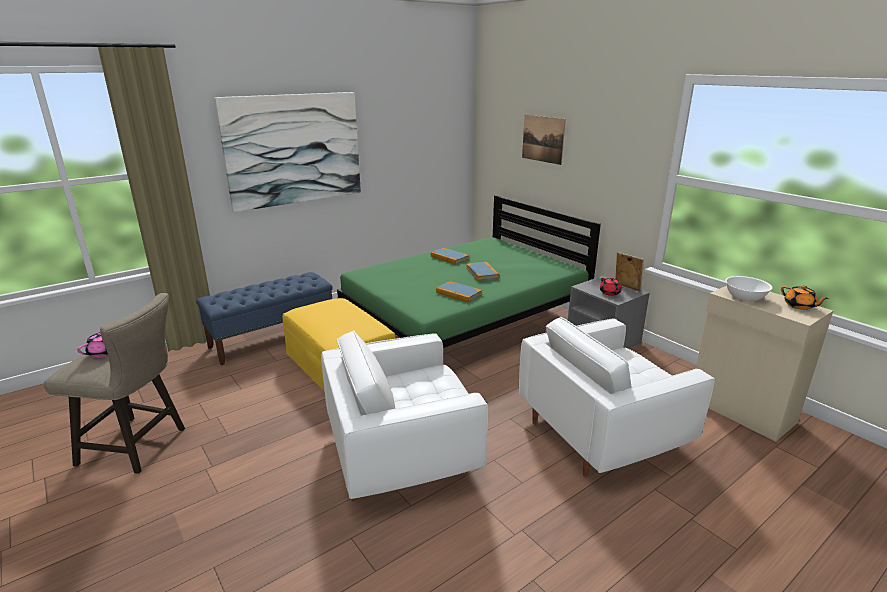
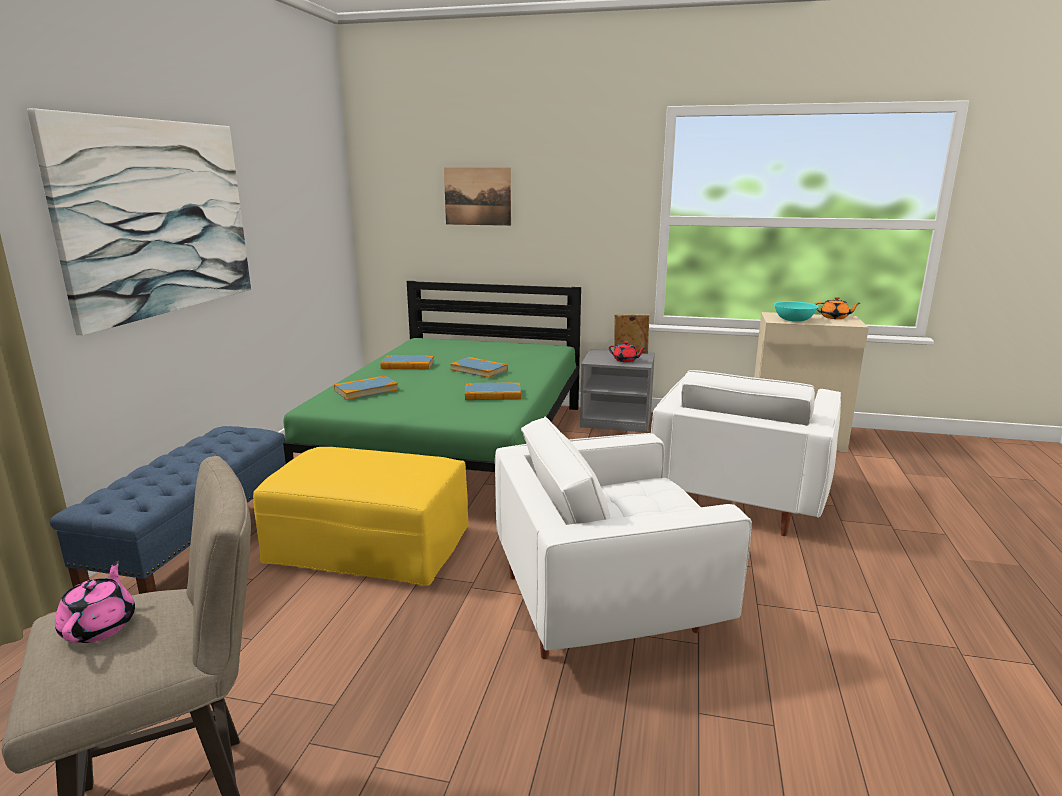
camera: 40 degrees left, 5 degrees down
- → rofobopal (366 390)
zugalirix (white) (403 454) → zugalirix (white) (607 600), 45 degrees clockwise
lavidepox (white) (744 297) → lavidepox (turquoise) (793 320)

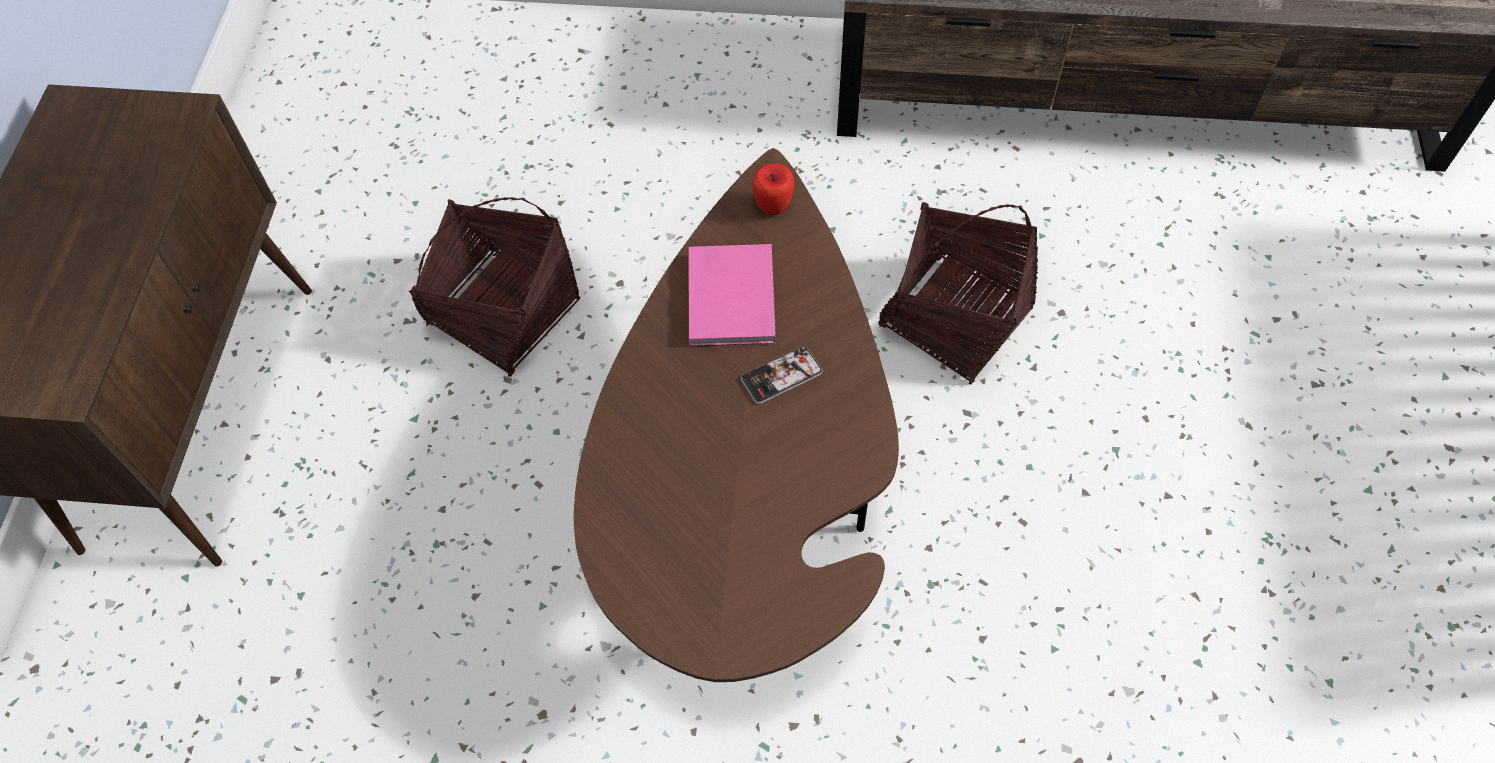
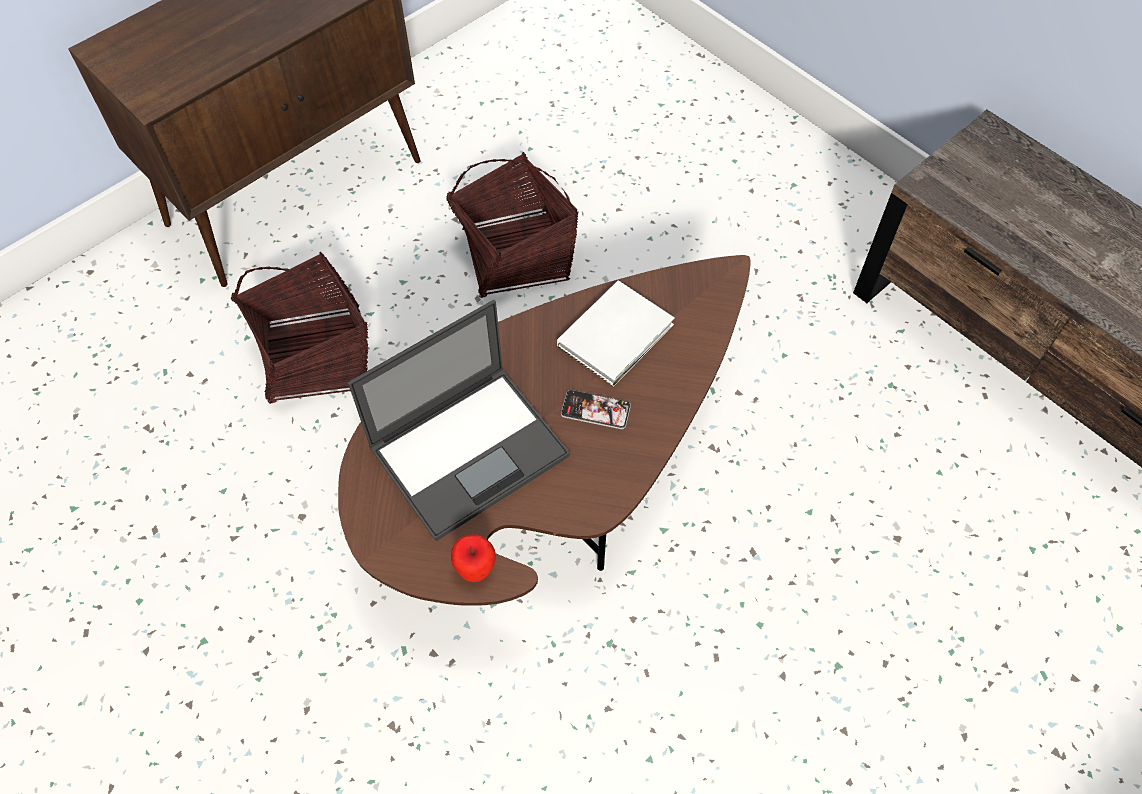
camera: 40 degrees right, 0 degrees up
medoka (954 319) → medoka (315 357), shifted
- → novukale (471 450)
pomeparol (773 206) → pomeparol (475 570), shifted
rofobopal (pink) (733 295) → rofobopal (white) (618 334)

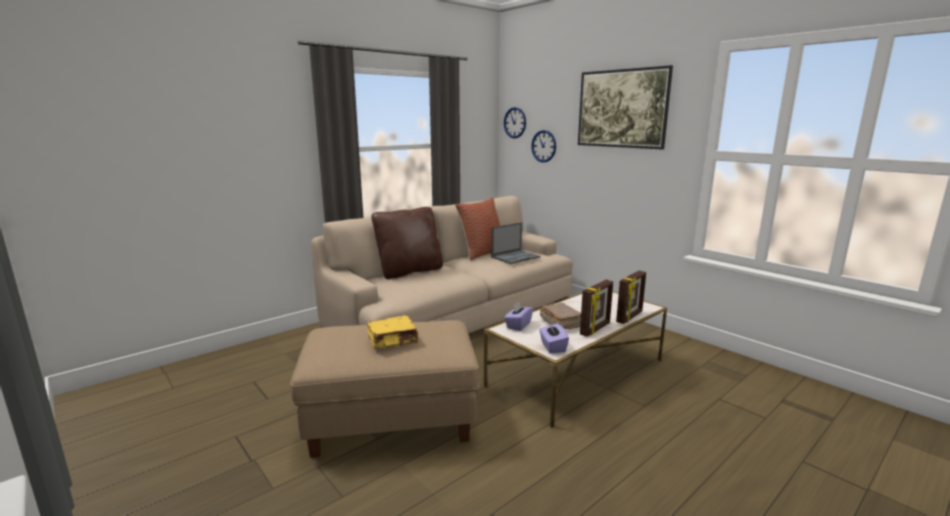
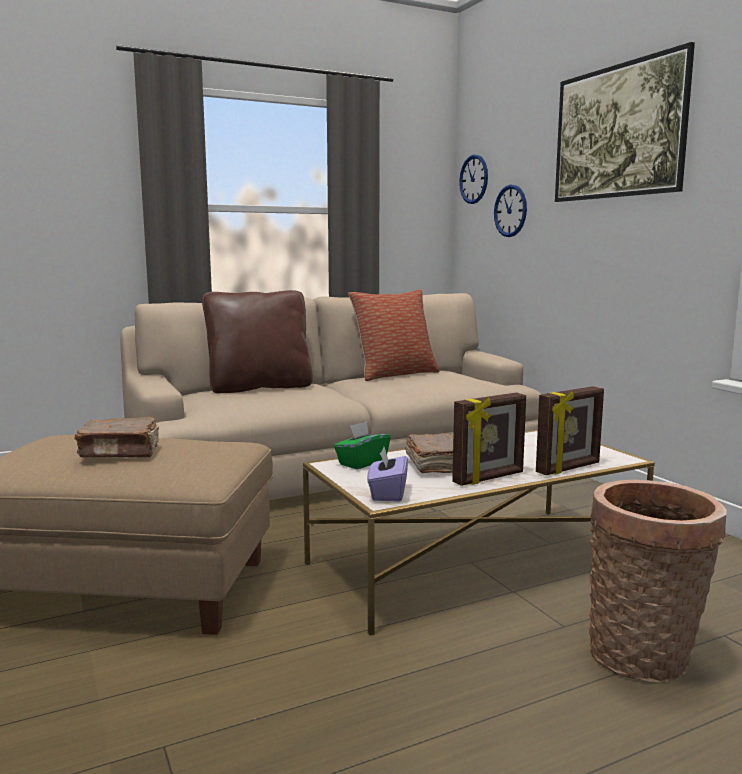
camera: 15 degrees right, 5 degrees down
rofobopal (yellow) (393 340) → rofobopal (brown) (120 452)
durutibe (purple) (518 325) → durutibe (green) (362 463)
- → medoka (644 658)
novukale (516 257) → -

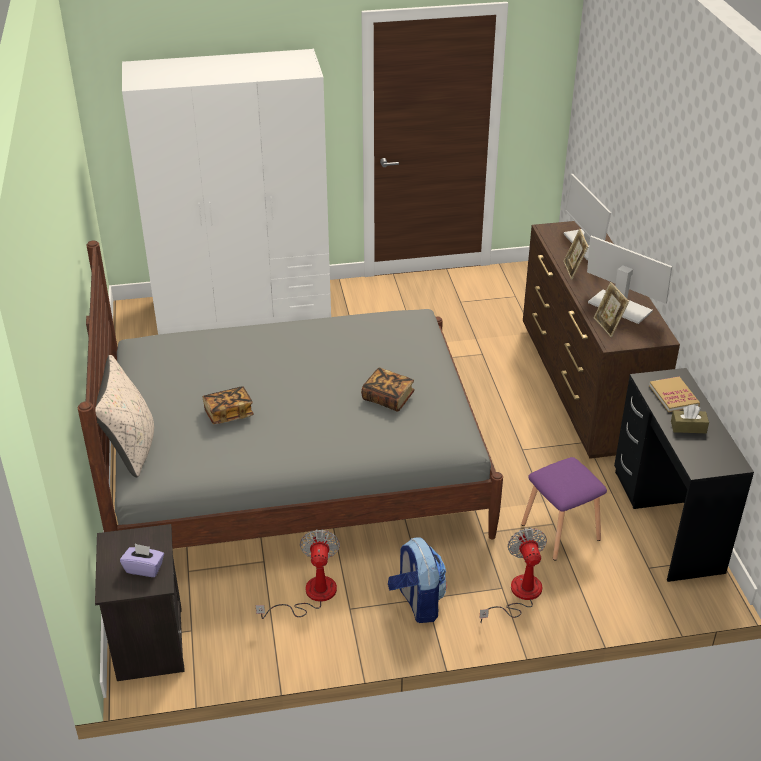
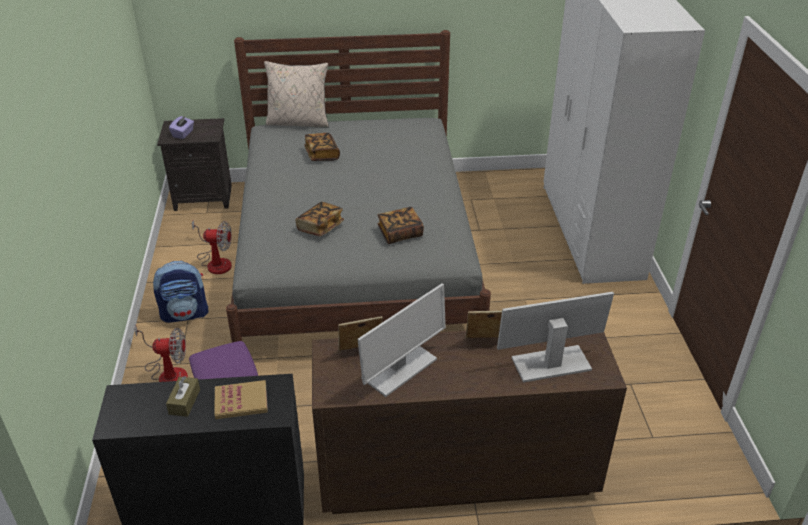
camera: 95 degrees right, 0 degrees up
- → rofobopal (400 233)

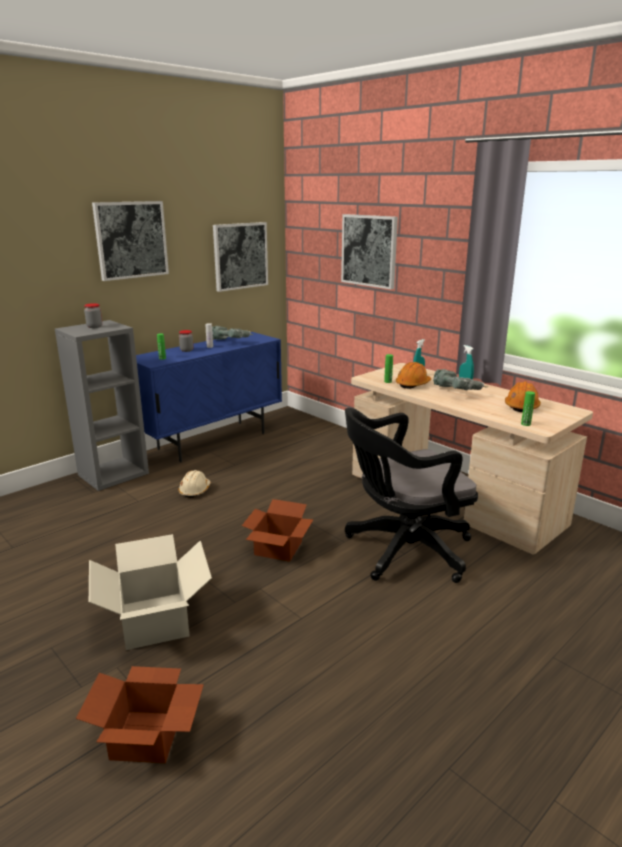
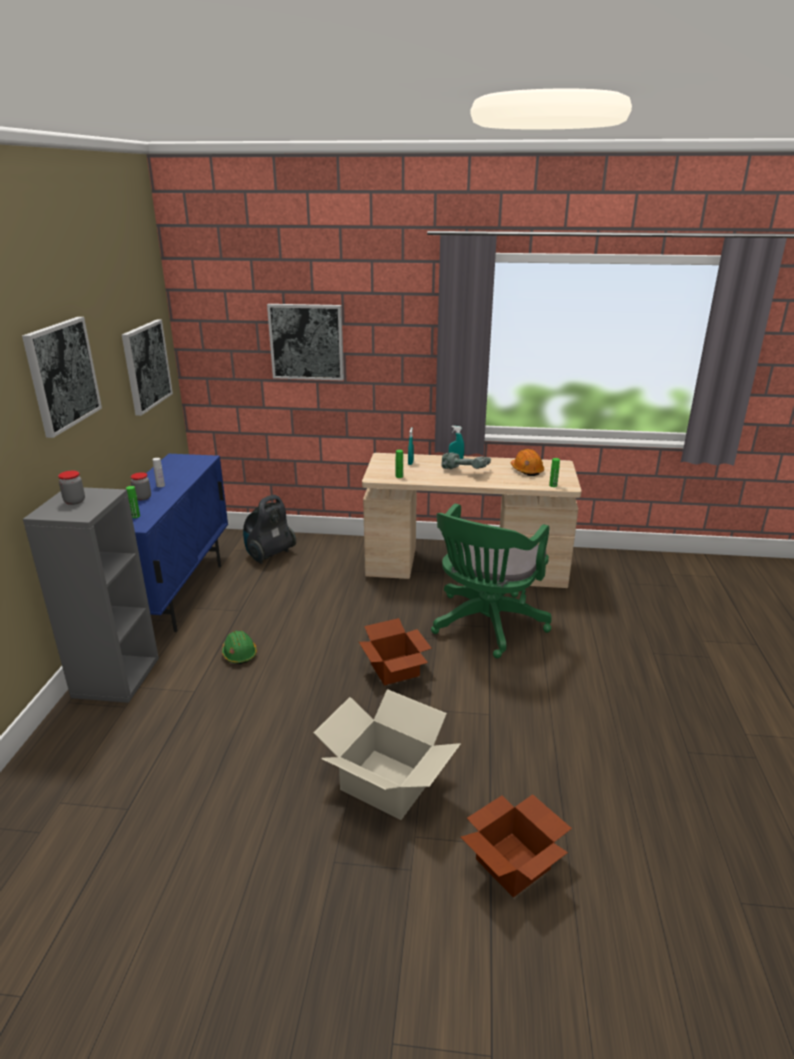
camera: 40 degrees left, 5 degrees up
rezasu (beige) (195 490) → rezasu (green) (239 654)
- → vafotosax (269 555)
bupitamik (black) (402 551) → bupitamik (green) (485 625)
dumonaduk (231 342) → -
rezasu (orange) (413 384) → -

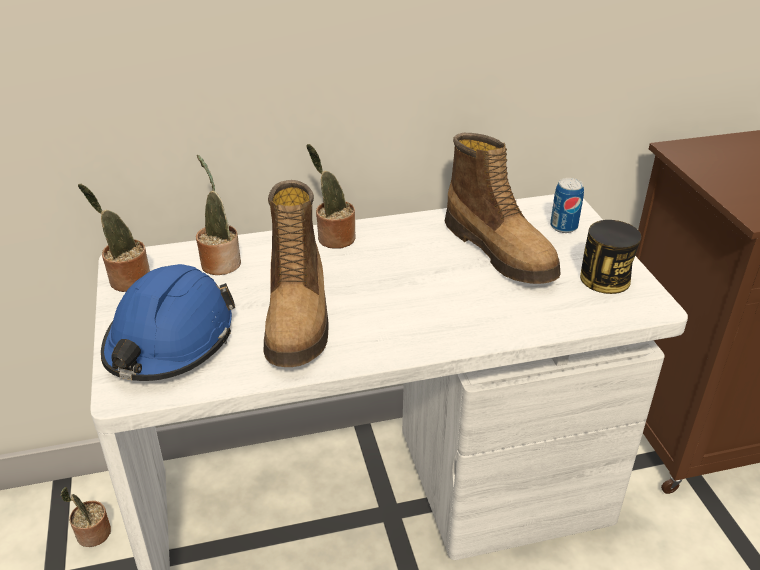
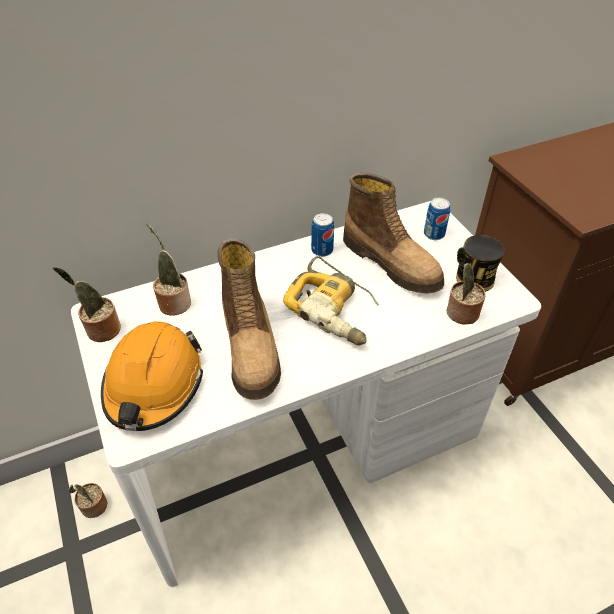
camera: 10 degrees left, 10 degrees up
rezasu (blue) (170 341) → rezasu (orange) (154 385)
- → dumonaduk (334 309)
- → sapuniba (322 250)
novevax (333 238) → novevax (460 313), shifted

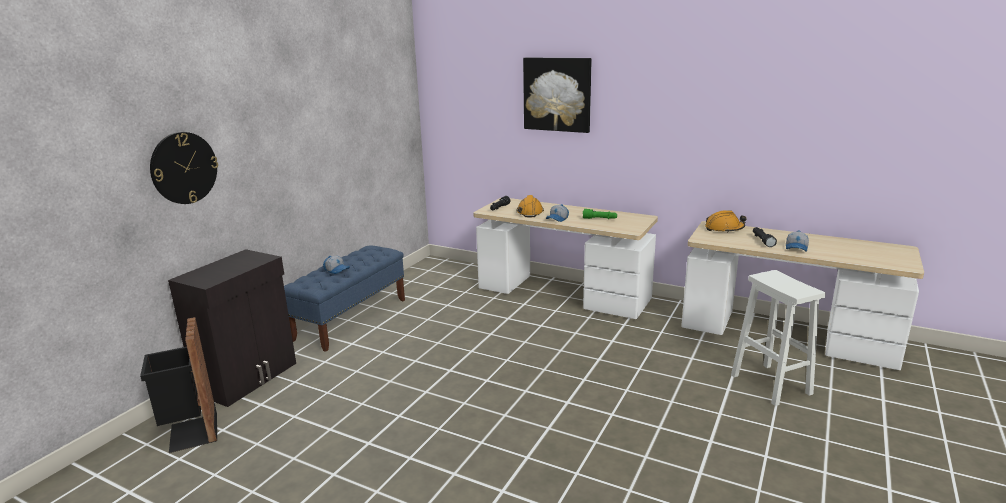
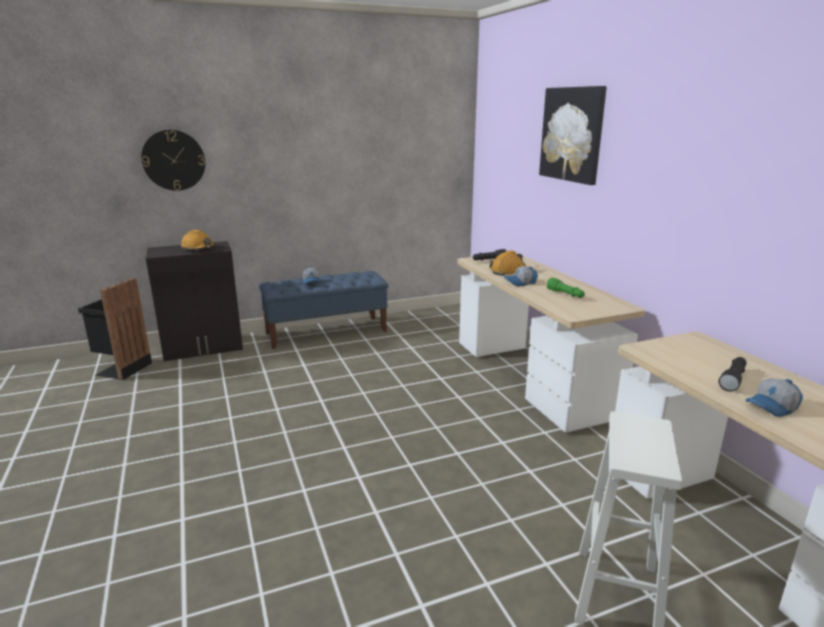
camera: 40 degrees right, 0 degrees up
rezasu (orange) (724 229) → rezasu (orange) (198 248), shifted

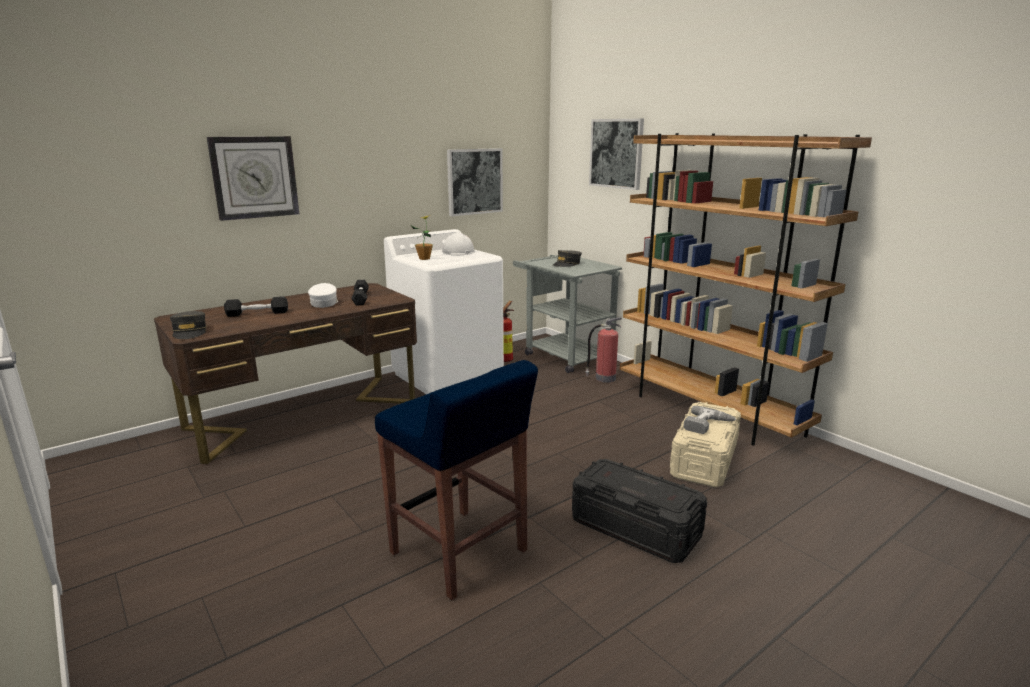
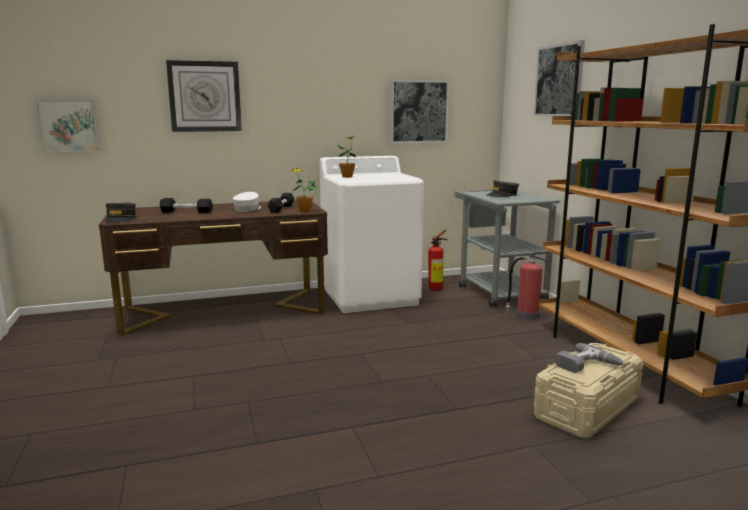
camera: 20 degrees right, 5 degrees down
- → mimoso (69 126)
- → novevax (304 211)
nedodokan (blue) (460 553) → -
rezasu (white) (458 252) → -
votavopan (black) (635 528) → -

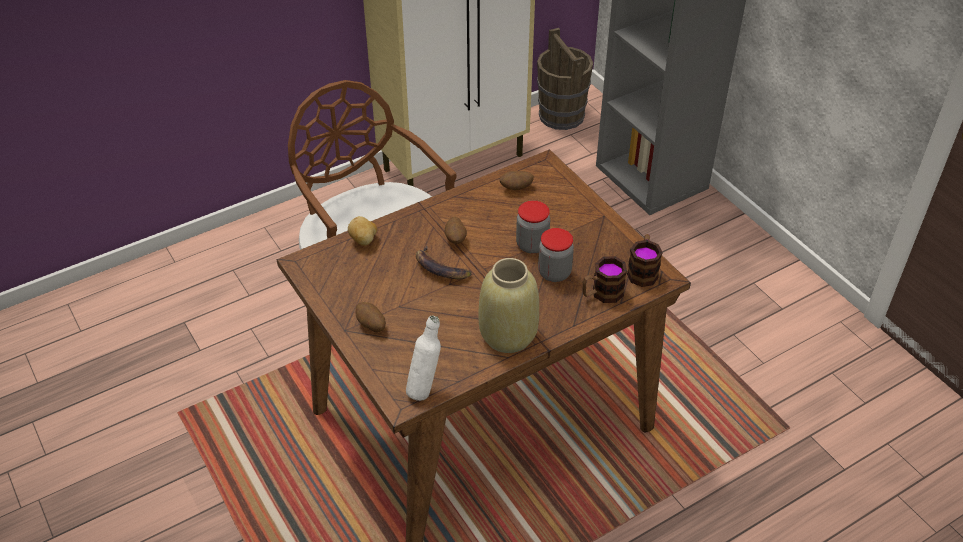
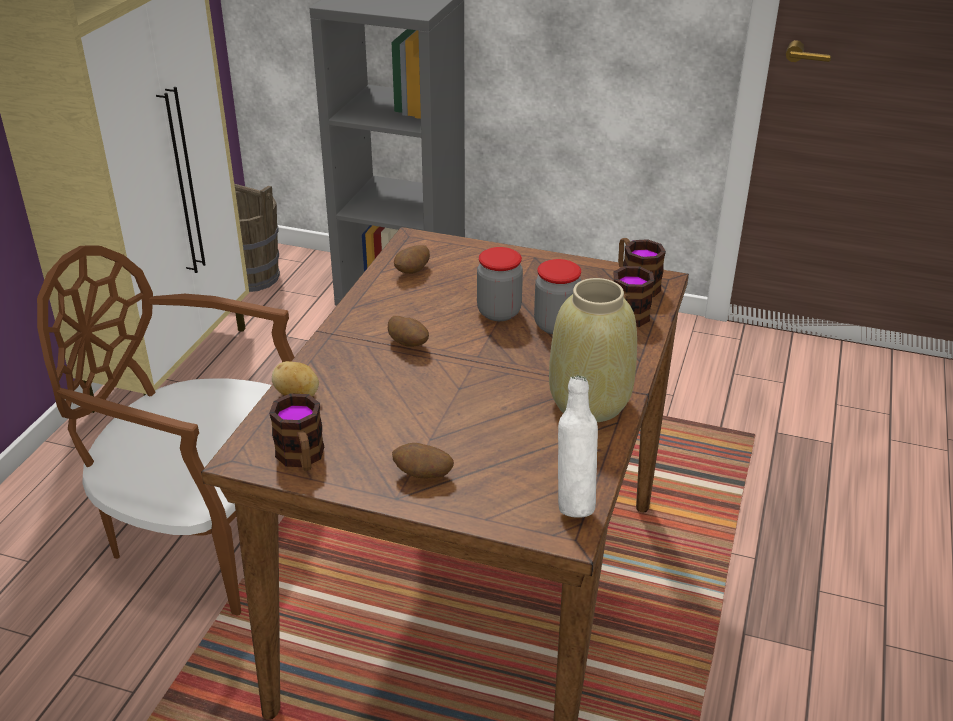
camera: 40 degrees left, 10 degrees down
- → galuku (302 458)
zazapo (440 268) → -

